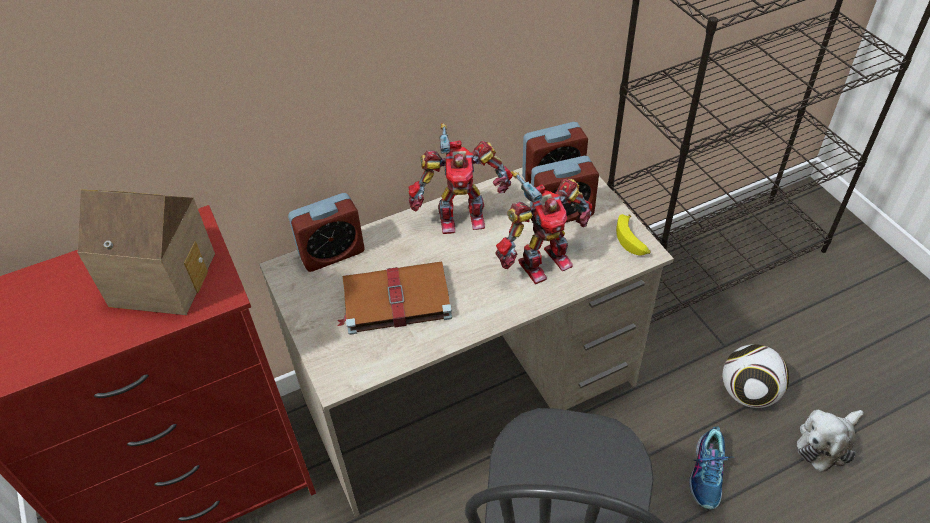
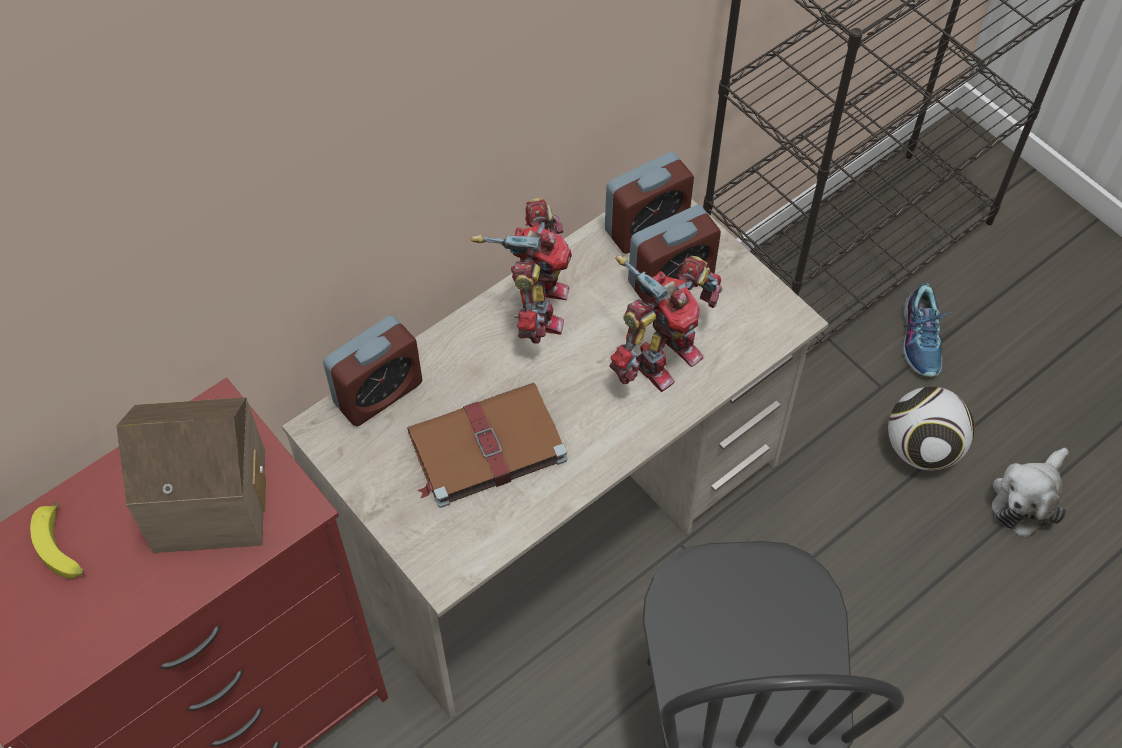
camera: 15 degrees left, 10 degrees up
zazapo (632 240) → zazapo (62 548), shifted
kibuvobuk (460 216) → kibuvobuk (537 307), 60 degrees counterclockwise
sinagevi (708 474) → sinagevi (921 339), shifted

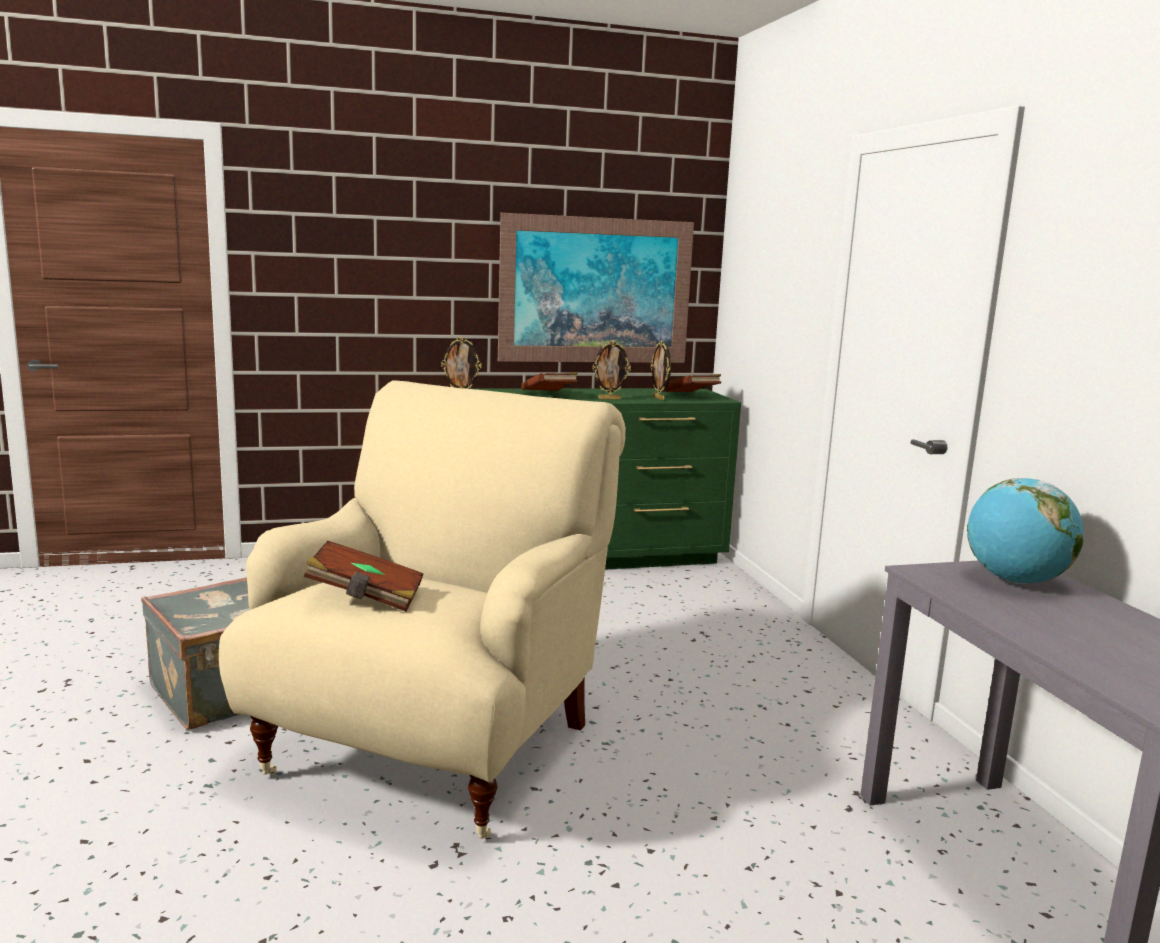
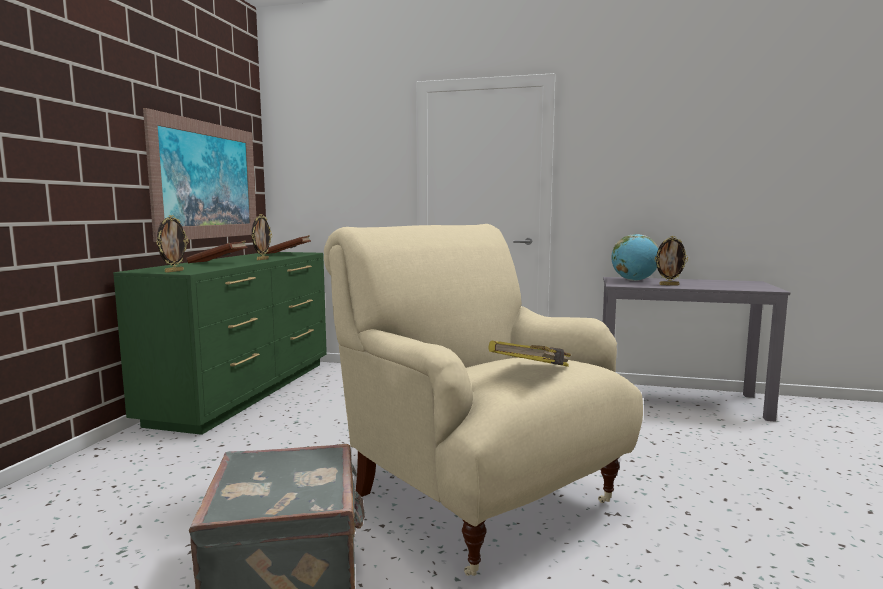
camera: 60 degrees left, 5 degrees down
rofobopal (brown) (366 597) → rofobopal (yellow) (532 372)
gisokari (659 398) → gisokari (669 285), shifted

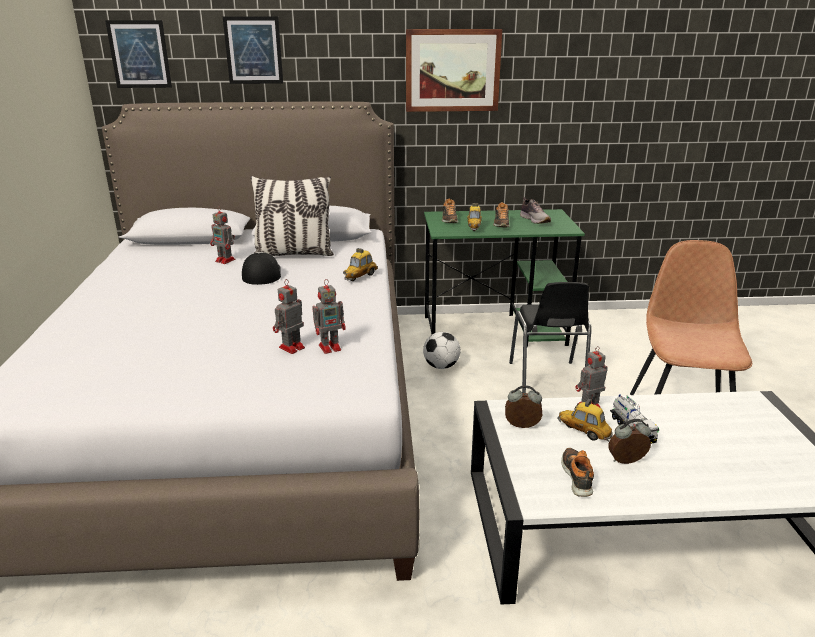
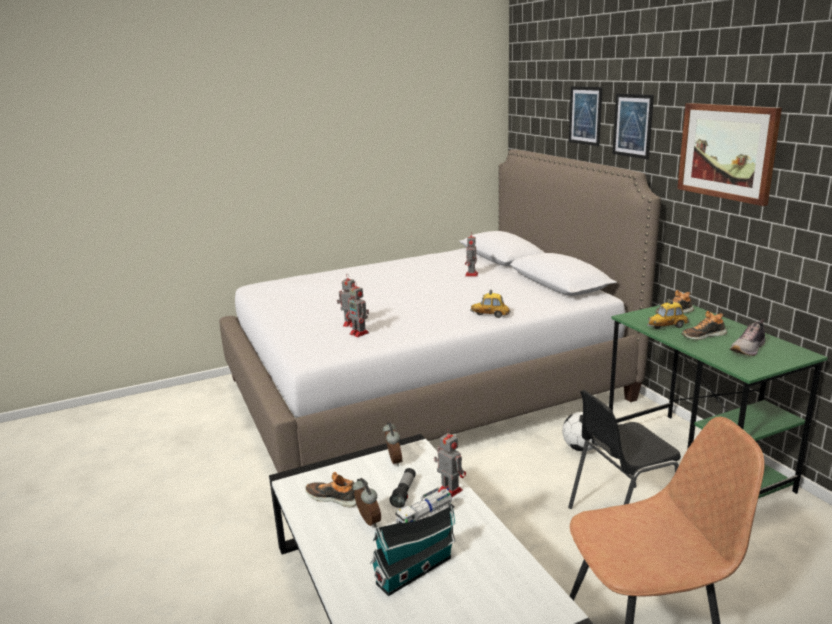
camera: 70 degrees right, 5 degrees down
sinagevi (577 476) → sinagevi (333 498), 135 degrees counterclockwise
- → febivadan (416 569)
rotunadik (583 432) → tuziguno (404 493)
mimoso (139 54) → mimoso (632 125), shifted
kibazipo (261 274) → -
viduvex (294 254) → -

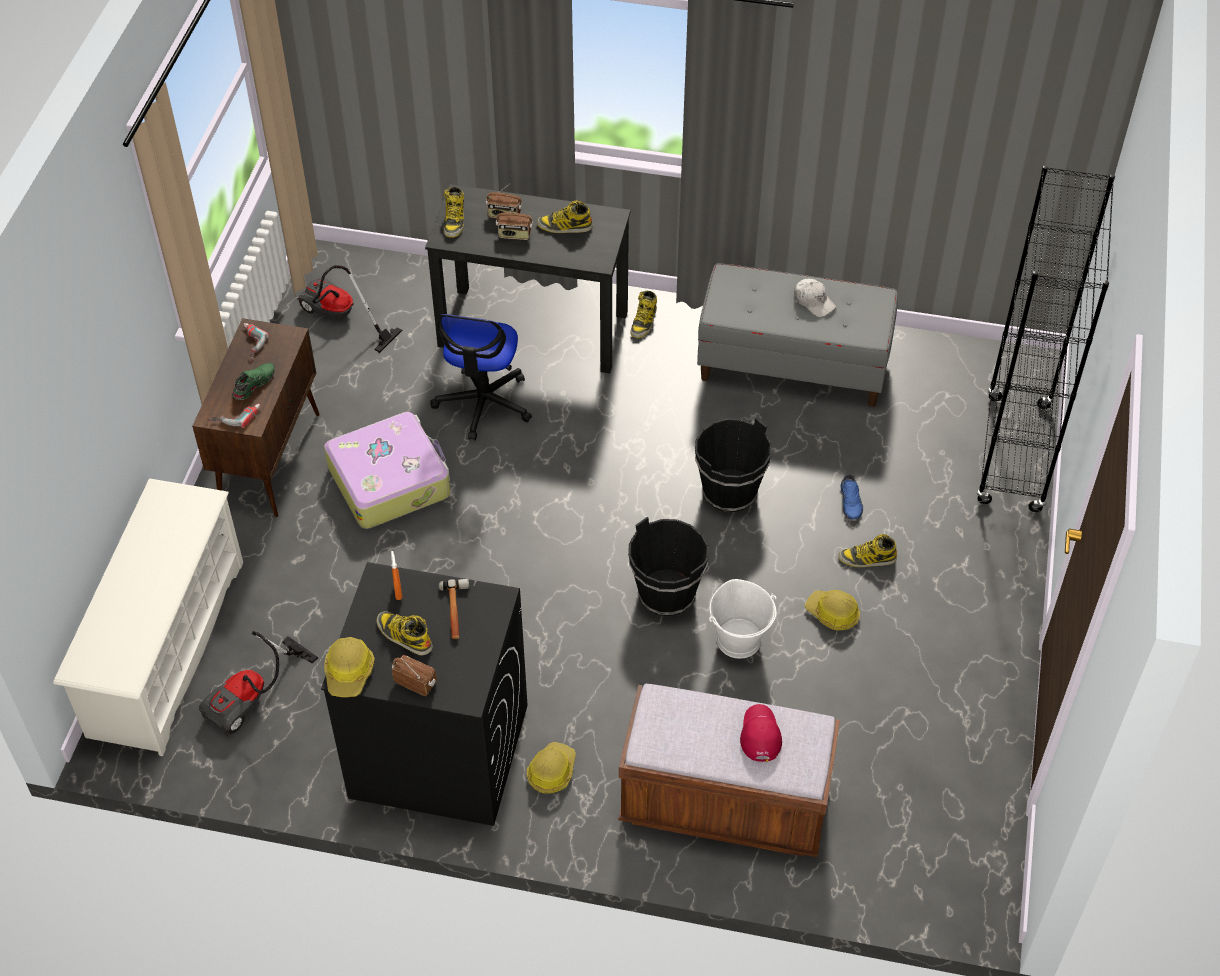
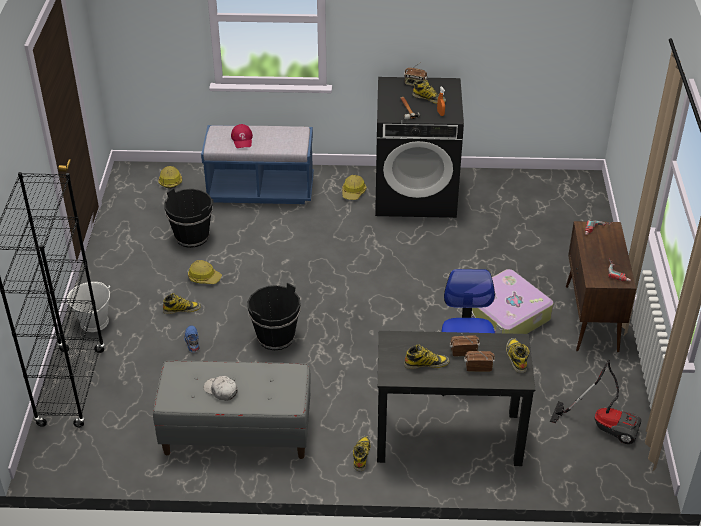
camera: 170 degrees right, 10 degrees down
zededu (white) (739 640) → zededu (white) (93 322), shifted
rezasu (349 672) → rezasu (170 181), shifted
zededu (black) (666 594) → zededu (black) (192 237), shifted
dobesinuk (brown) (724 804) → dobesinuk (blue) (260 190)
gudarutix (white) (166 648) → -
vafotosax (254 698) → -
sinagevi (green) (253 384) → -

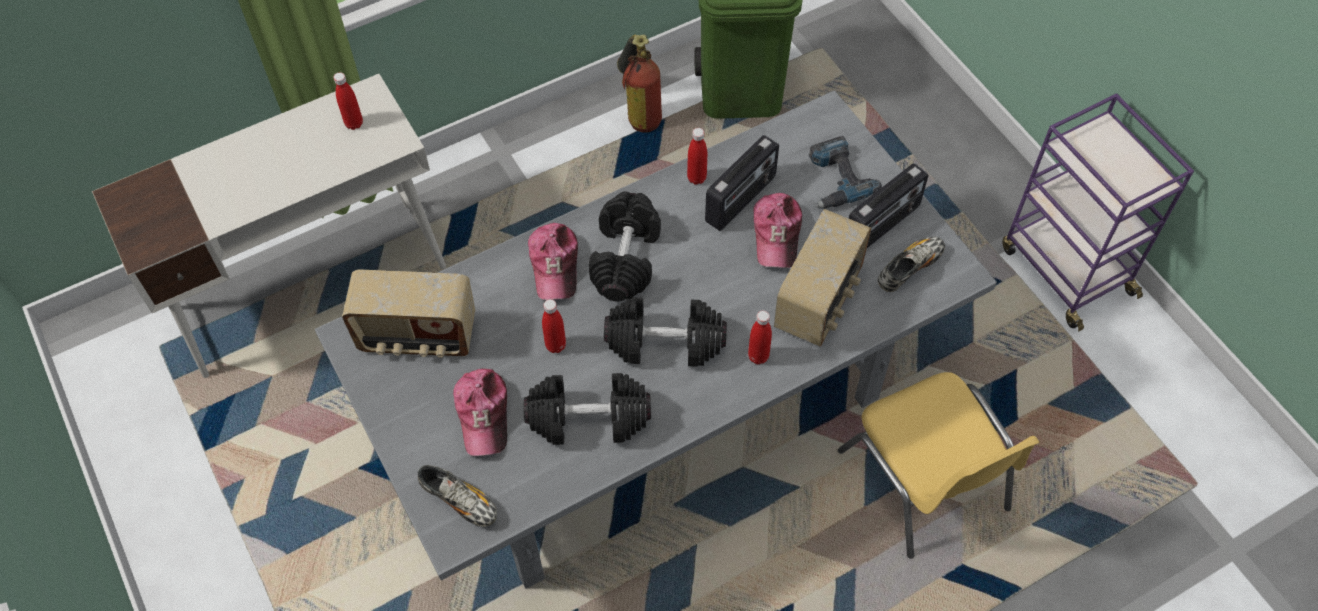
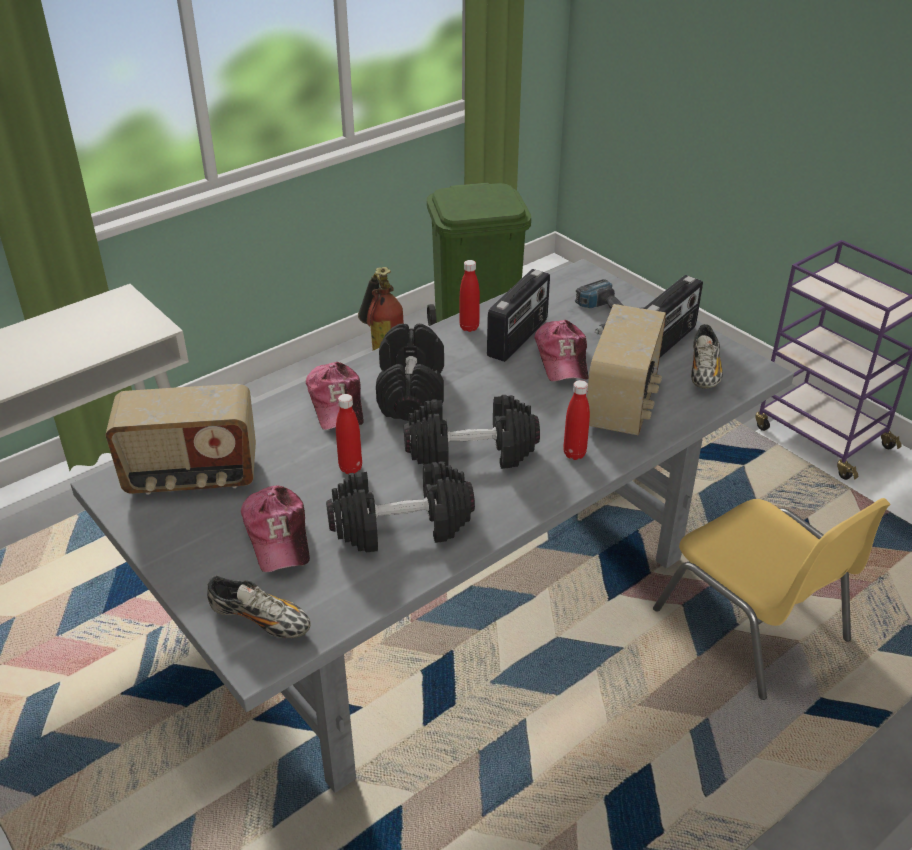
camera: 10 degrees left, 20 degrees down
sinagevi (909 269) → sinagevi (704 372), 150 degrees clockwise
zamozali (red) (354 123) → -

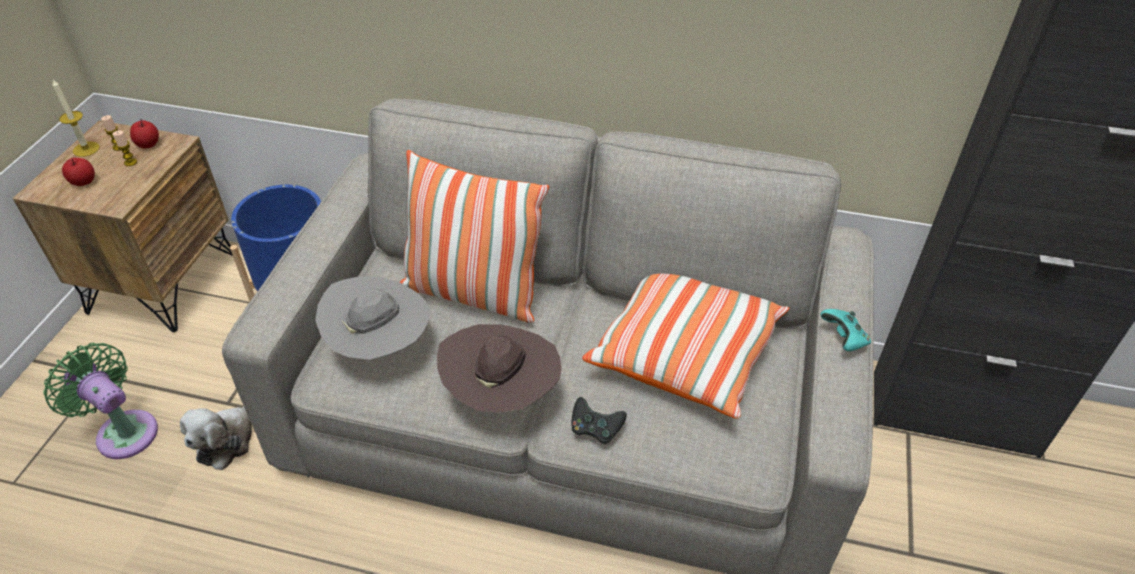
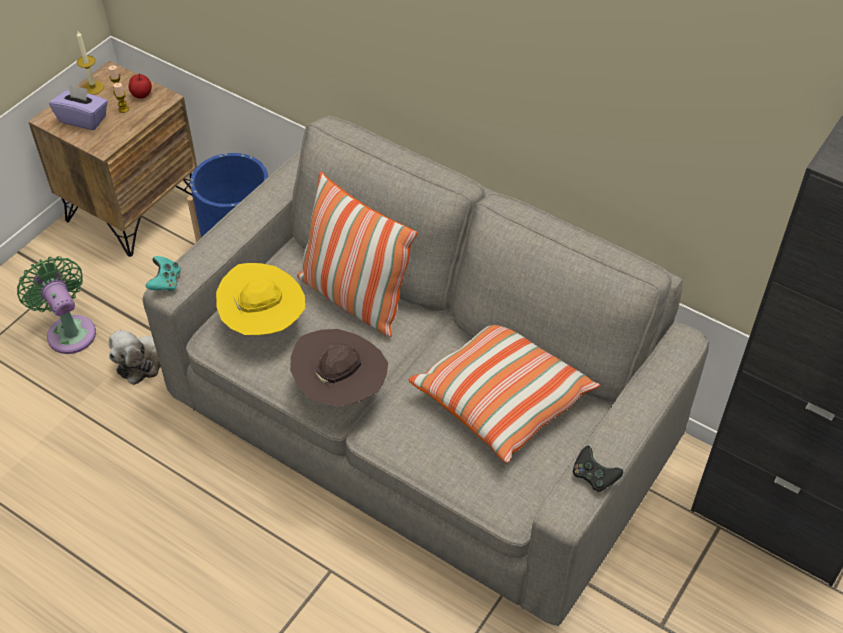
camera: 20 degrees right, 5 degrees up
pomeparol (83 182) → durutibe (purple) (83 119)
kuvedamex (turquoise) (844 339) → kuvedamex (turquoise) (165 282), shifted
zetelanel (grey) (380 346) → zetelanel (yellow) (264 323)
kuvedamex (black) (595 429) → kuvedamex (black) (593 476), shifted

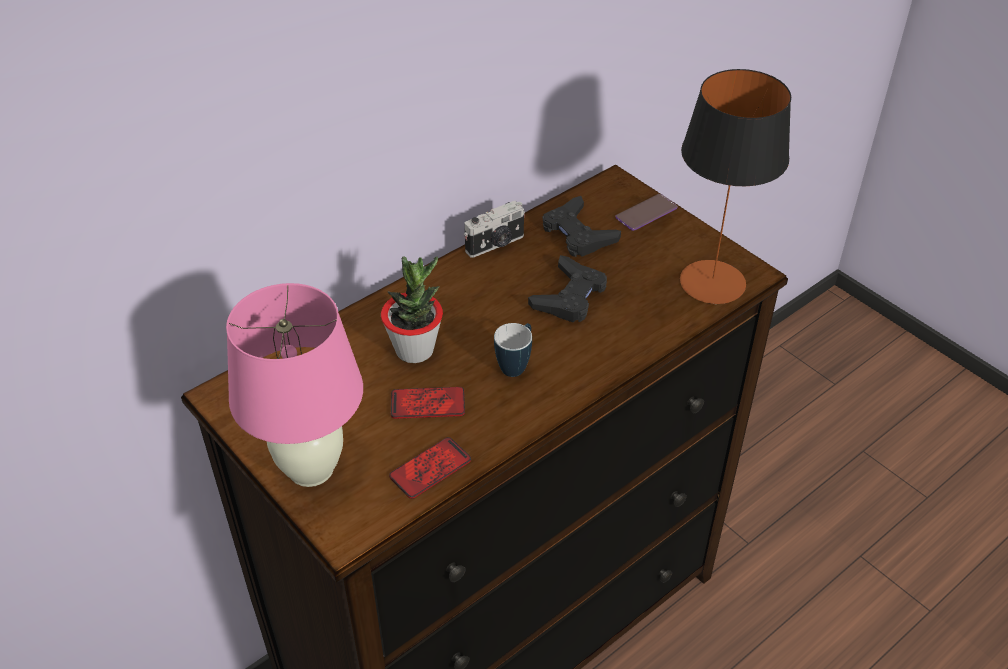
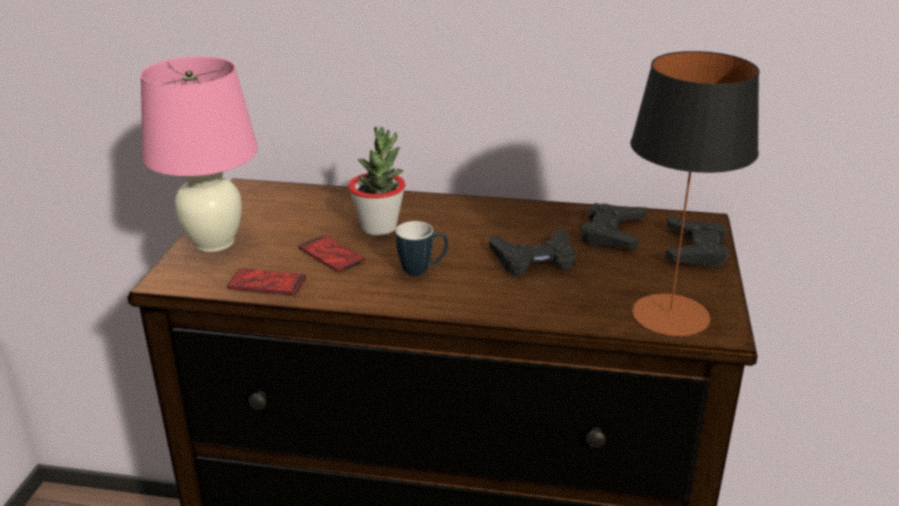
camera: 50 degrees right, 15 degrees down
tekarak (646 213) → kuvedamex (black) (695 249)
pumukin (496 245) → -

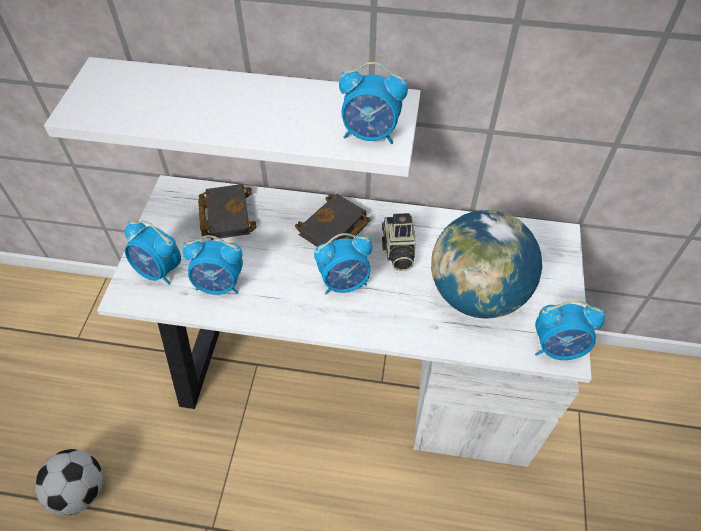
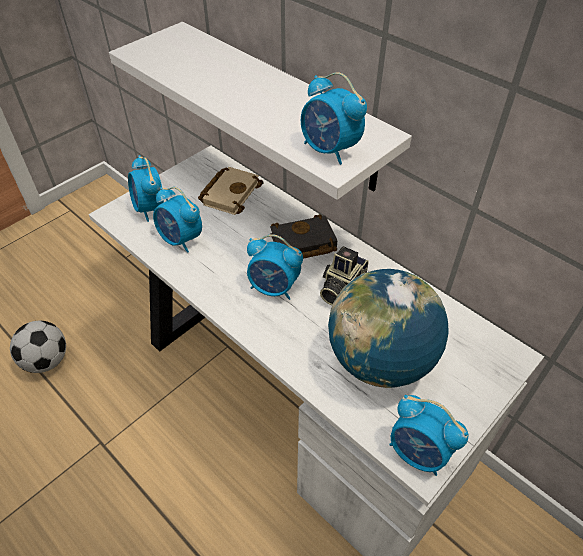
camera: 35 degrees right, 5 degrees down
rofobopal (black) (225 214) → rofobopal (beige) (230 193)

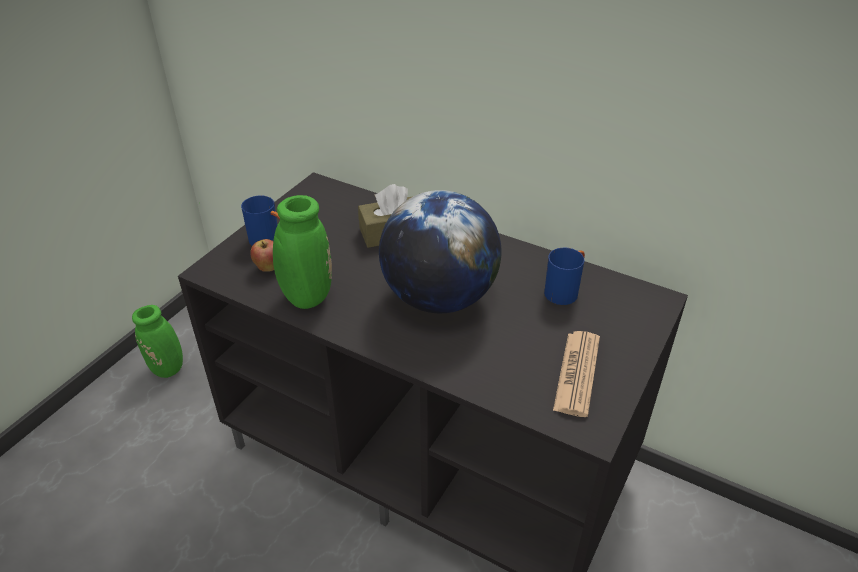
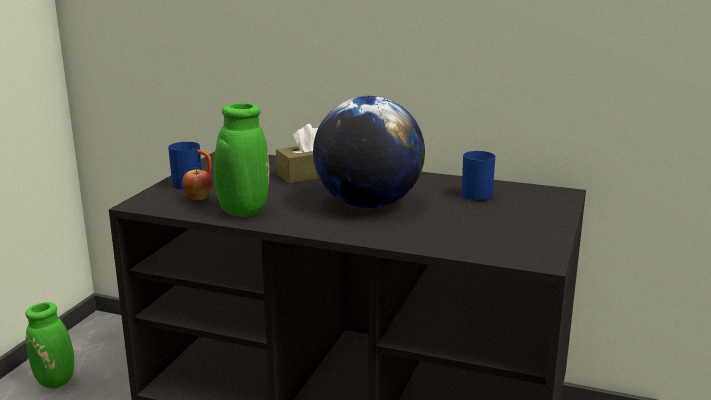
camera: 10 degrees left, 20 degrees down
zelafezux (577 373) → -

